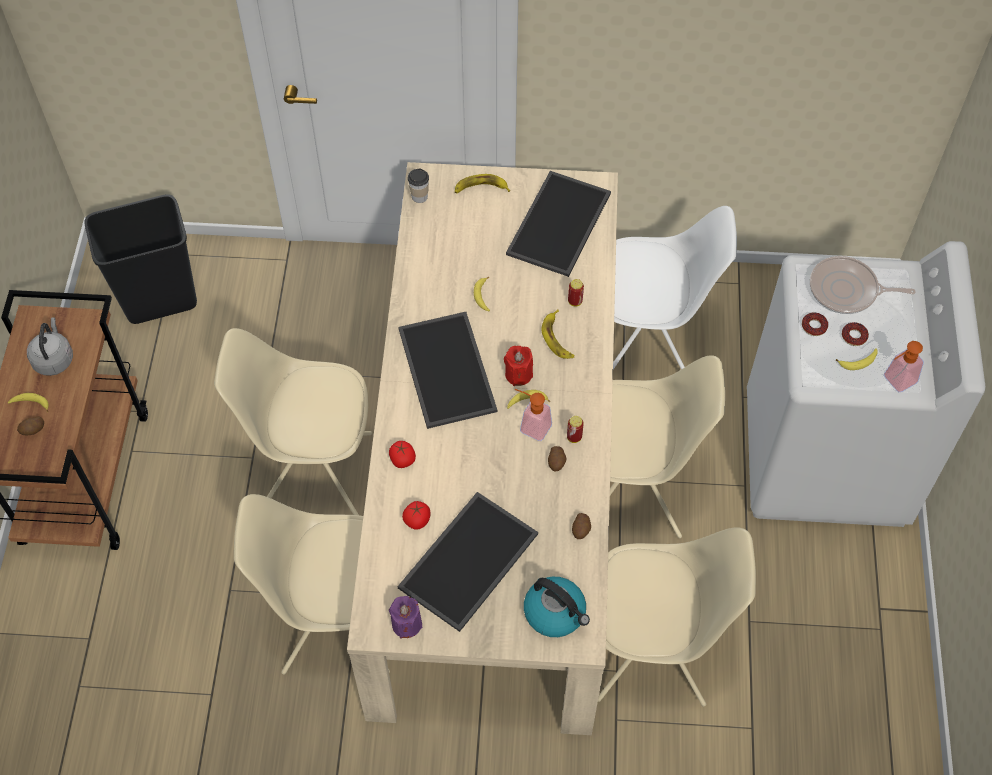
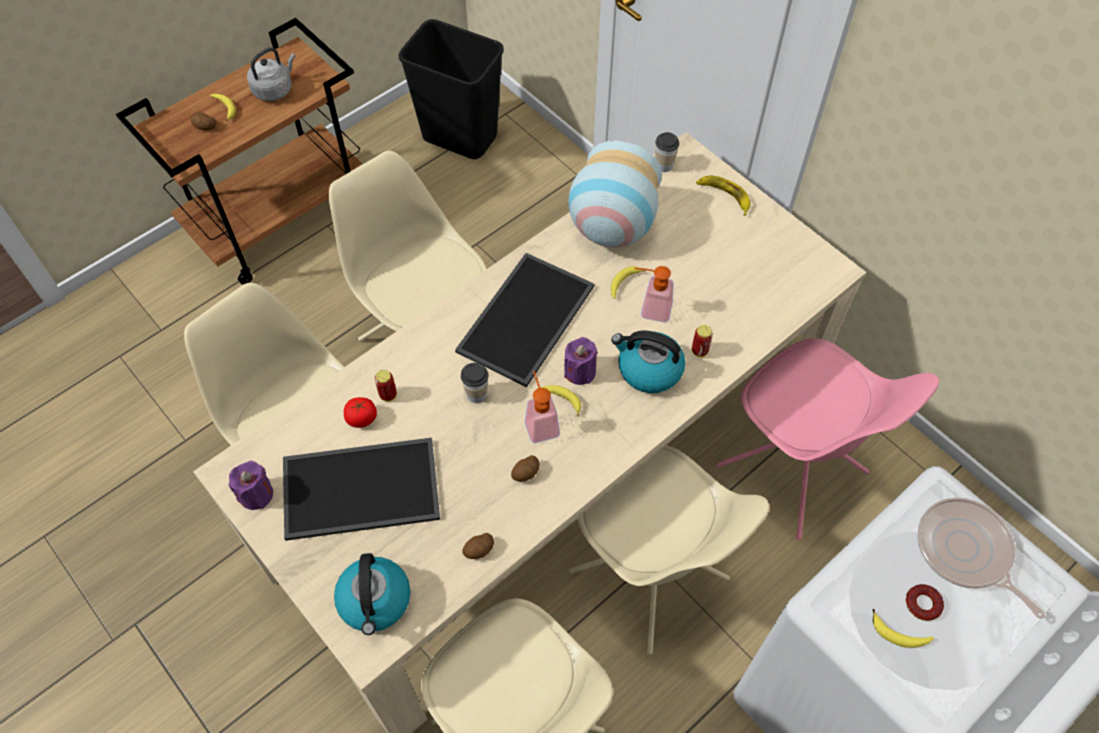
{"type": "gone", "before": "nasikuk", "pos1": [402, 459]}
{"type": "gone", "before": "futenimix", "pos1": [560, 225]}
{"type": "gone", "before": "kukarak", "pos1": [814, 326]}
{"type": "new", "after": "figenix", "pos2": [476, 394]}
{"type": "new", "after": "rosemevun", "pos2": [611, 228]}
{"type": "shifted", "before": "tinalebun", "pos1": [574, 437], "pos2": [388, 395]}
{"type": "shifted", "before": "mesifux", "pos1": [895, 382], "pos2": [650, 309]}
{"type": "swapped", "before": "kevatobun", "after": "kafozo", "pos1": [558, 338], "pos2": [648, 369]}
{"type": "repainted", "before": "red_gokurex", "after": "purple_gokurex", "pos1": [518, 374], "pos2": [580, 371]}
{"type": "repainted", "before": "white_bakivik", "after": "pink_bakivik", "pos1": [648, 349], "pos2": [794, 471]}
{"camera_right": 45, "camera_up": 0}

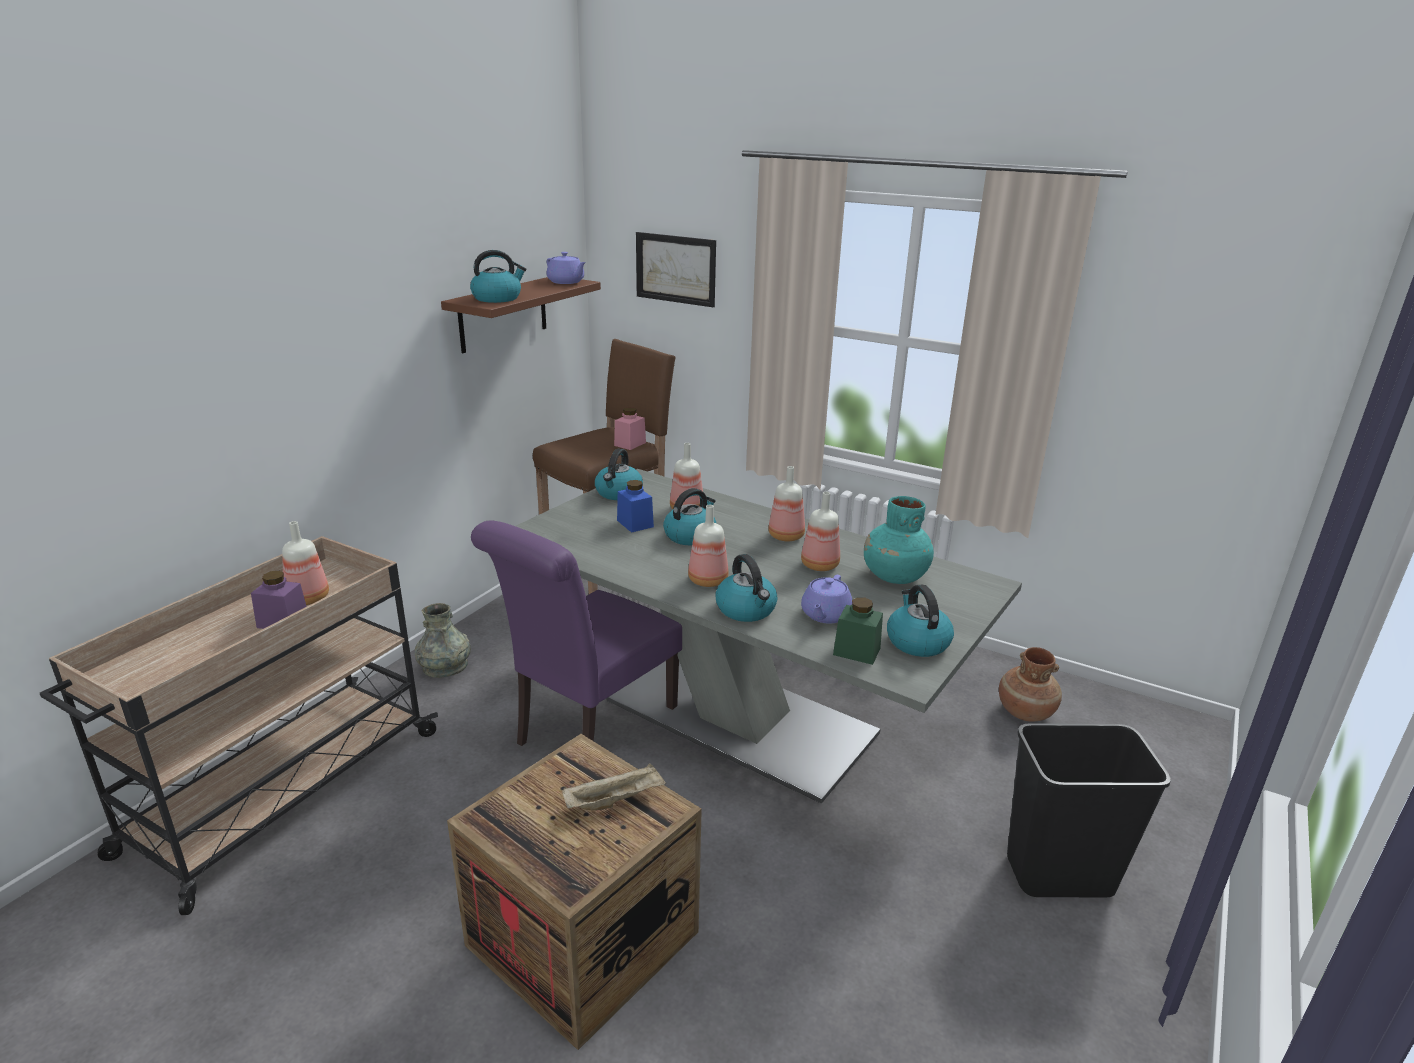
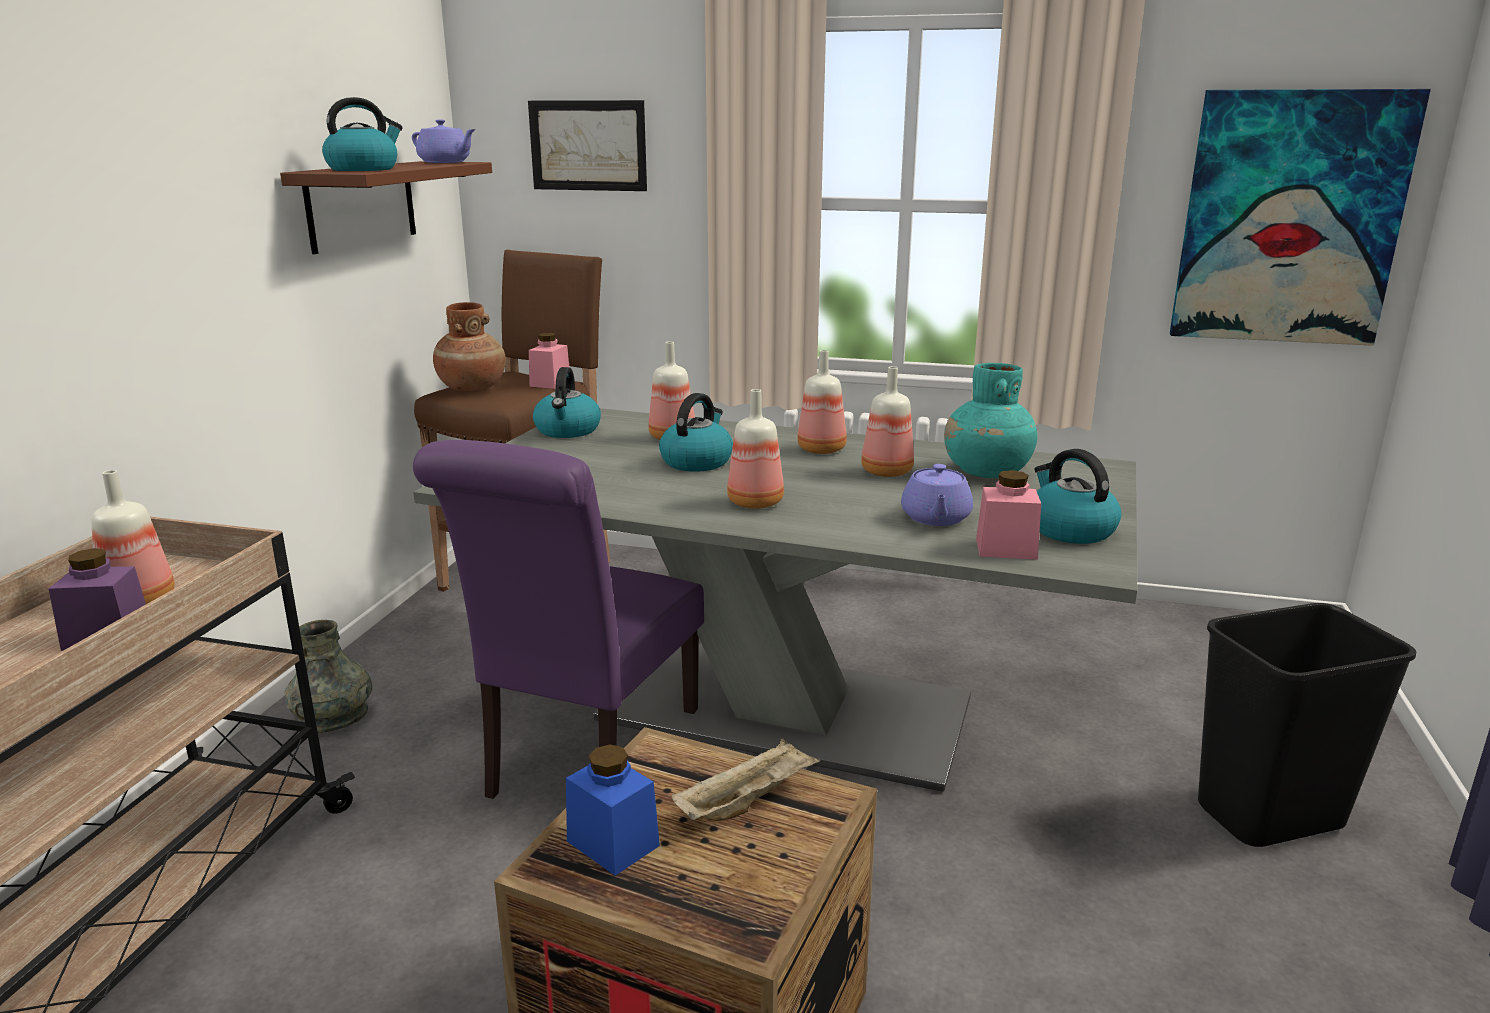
{"type": "gone", "before": "kafozo", "pos1": [746, 610]}
{"type": "new", "after": "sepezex", "pos2": [1289, 219]}
{"type": "shifted", "before": "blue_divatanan", "pos1": [635, 523], "pos2": [613, 843]}
{"type": "shifted", "before": "brown_rosemevun", "pos1": [1025, 712], "pos2": [472, 388]}
{"type": "repainted", "before": "green_divatanan", "after": "pink_divatanan", "pos1": [856, 651], "pos2": [1006, 549]}
{"camera_right": -15, "camera_up": -5}

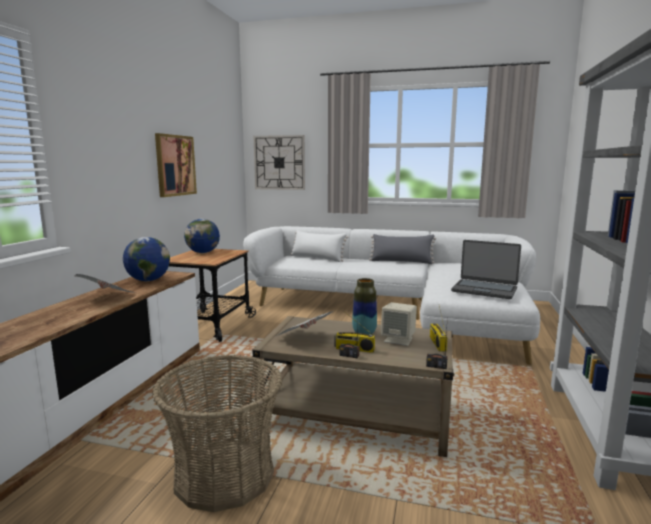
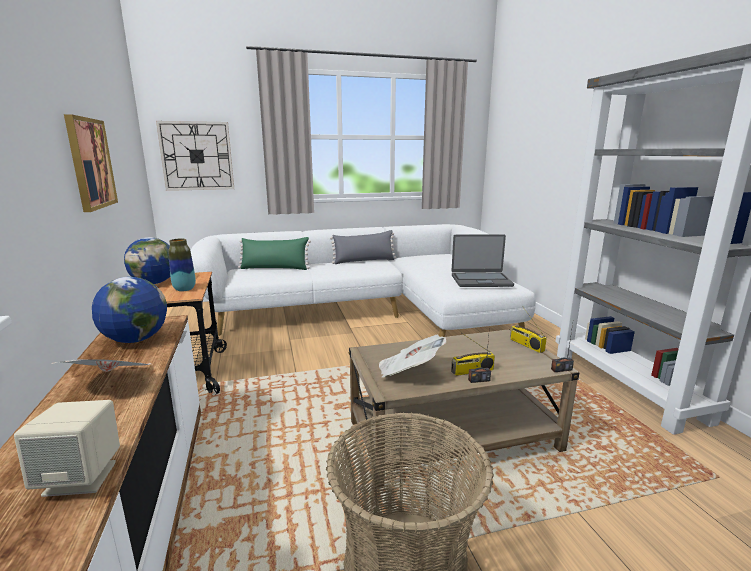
{"type": "shifted", "before": "rosemevun", "pos1": [364, 333], "pos2": [184, 289]}
{"type": "shifted", "before": "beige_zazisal", "pos1": [398, 340], "pos2": [82, 477]}
{"type": "repainted", "before": "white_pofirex", "after": "green_pofirex", "pos1": [317, 258], "pos2": [275, 268]}
{"camera_right": -30, "camera_up": 5}

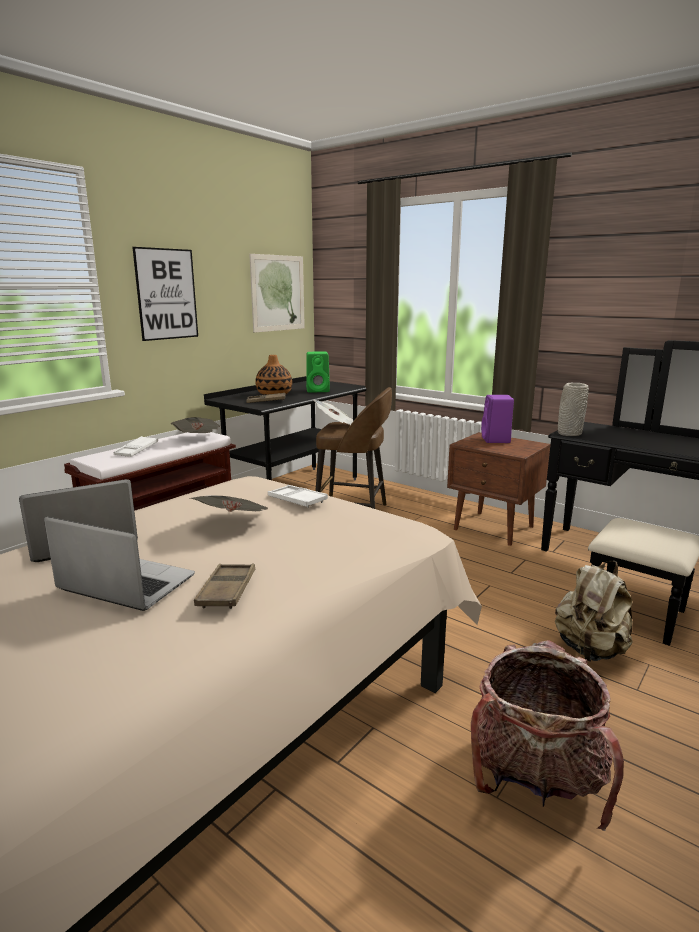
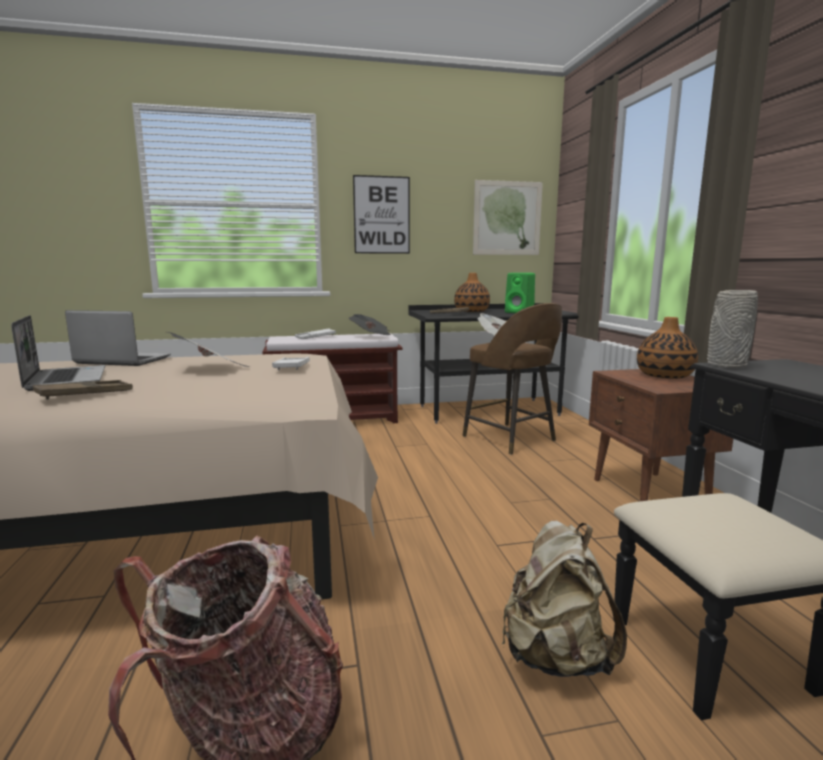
{"type": "swapped", "before": "purple_zazisal", "after": "rosemevun", "pos1": [496, 440], "pos2": [664, 376]}
{"camera_right": 40, "camera_up": -5}

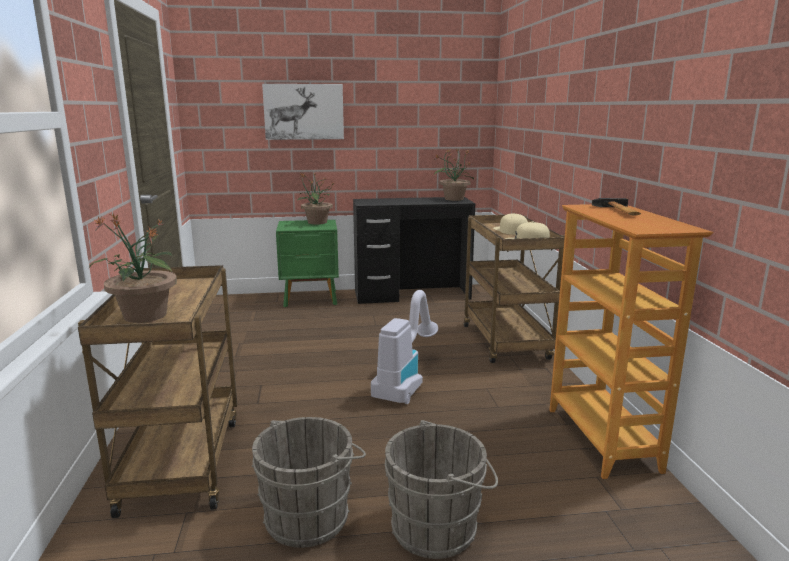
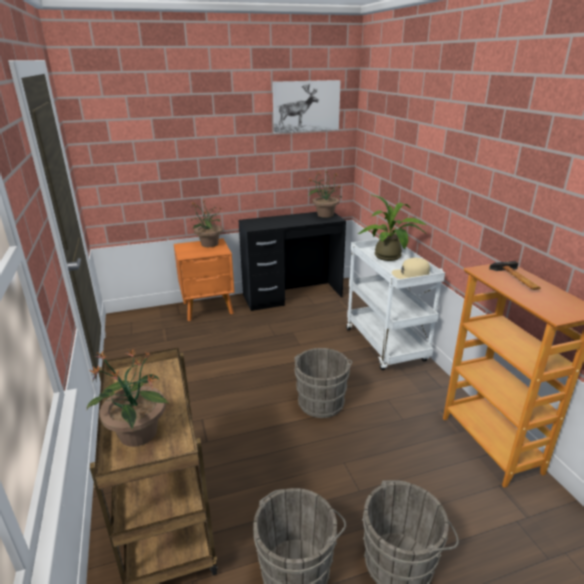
{"type": "shifted", "before": "sepezex", "pos1": [304, 112], "pos2": [306, 106]}
{"type": "swapped", "before": "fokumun", "after": "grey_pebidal", "pos1": [405, 382], "pos2": [321, 401]}
{"type": "swapped", "before": "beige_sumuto", "after": "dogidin", "pos1": [510, 230], "pos2": [390, 257]}
{"type": "repainted", "before": "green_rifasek", "after": "orange_rifasek", "pos1": [311, 299], "pos2": [208, 308]}
{"type": "repainted", "before": "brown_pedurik", "after": "white_pedurik", "pos1": [507, 343], "pos2": [386, 346]}
{"camera_right": -10, "camera_up": 10}

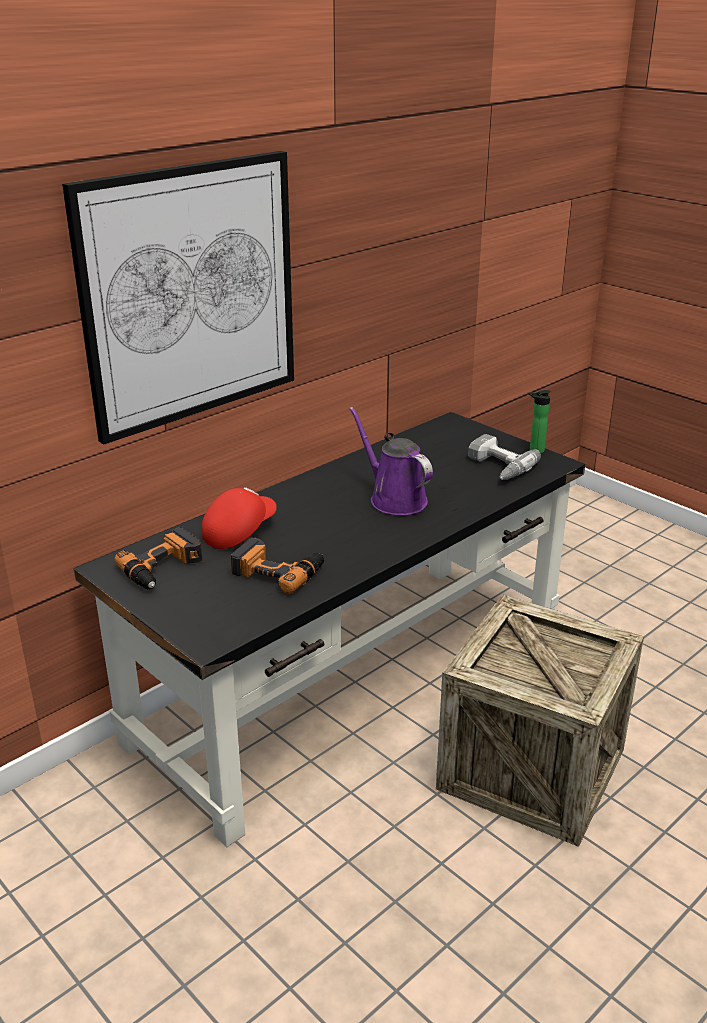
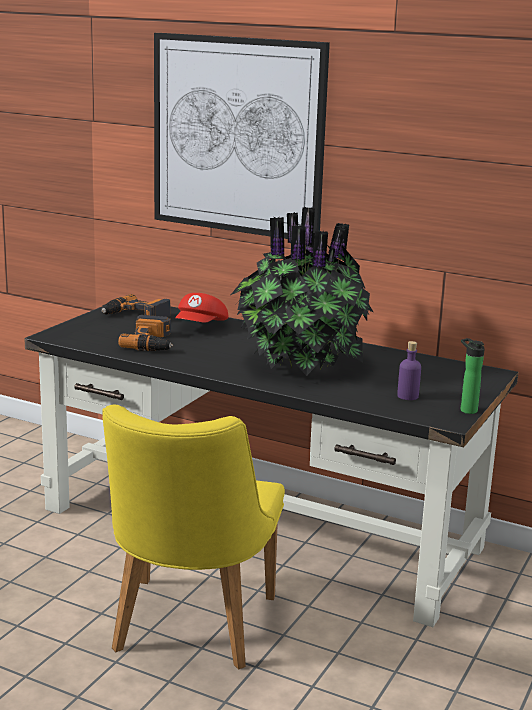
{"type": "swapped", "before": "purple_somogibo", "after": "dogidin", "pos1": [394, 499], "pos2": [299, 364]}
{"type": "swapped", "before": "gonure", "after": "yellow_bakivik", "pos1": [531, 769], "pos2": [188, 631]}
{"type": "swapped", "before": "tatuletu", "after": "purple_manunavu", "pos1": [496, 467], "pos2": [407, 396]}
{"type": "rotated", "before": "red_sumuto", "pos1": [239, 532], "pos2": [201, 326], "turn": 90}
{"camera_right": 70, "camera_up": -10}

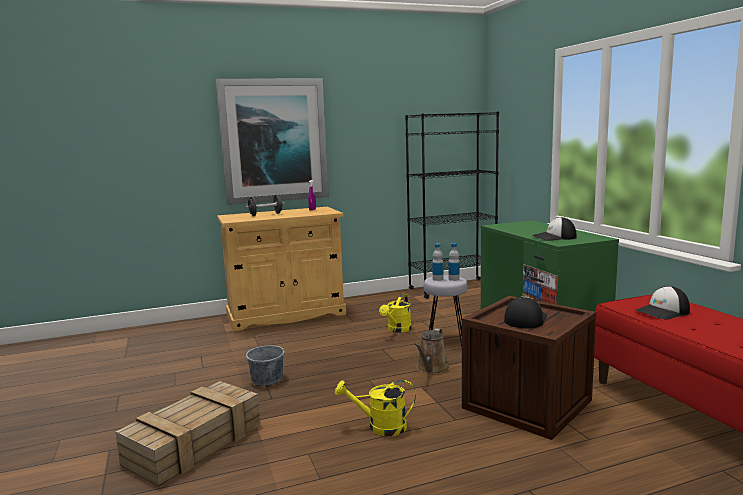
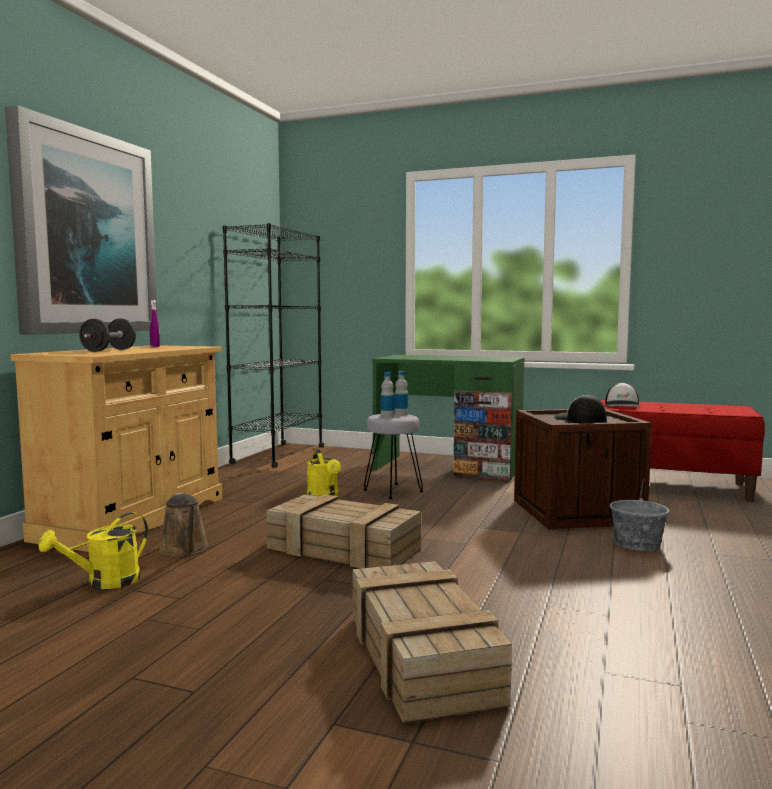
{"type": "gone", "before": "sumuto", "pos1": [554, 237]}
{"type": "new", "after": "gonure", "pos2": [341, 549]}
{"type": "shifted", "before": "grey_pebidal", "pos1": [267, 379], "pos2": [637, 544]}
{"type": "shifted", "before": "yellow_somogibo", "pos1": [380, 427], "pos2": [105, 583]}
{"type": "shifted", "before": "brown_somogibo", "pos1": [431, 369], "pos2": [185, 549]}
{"camera_right": -50, "camera_up": -5}

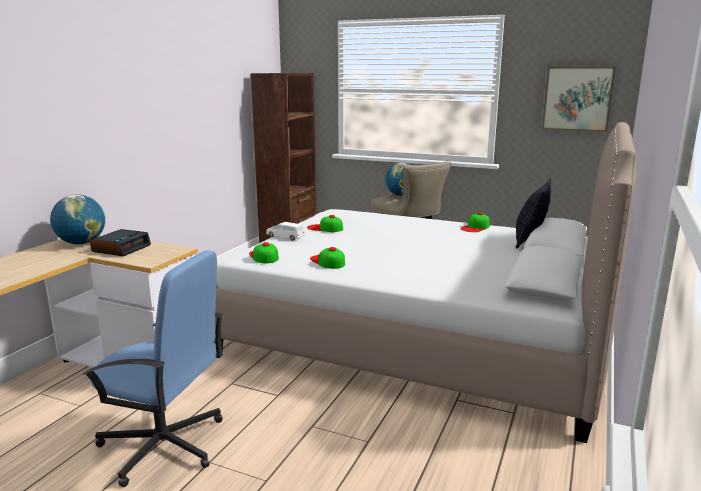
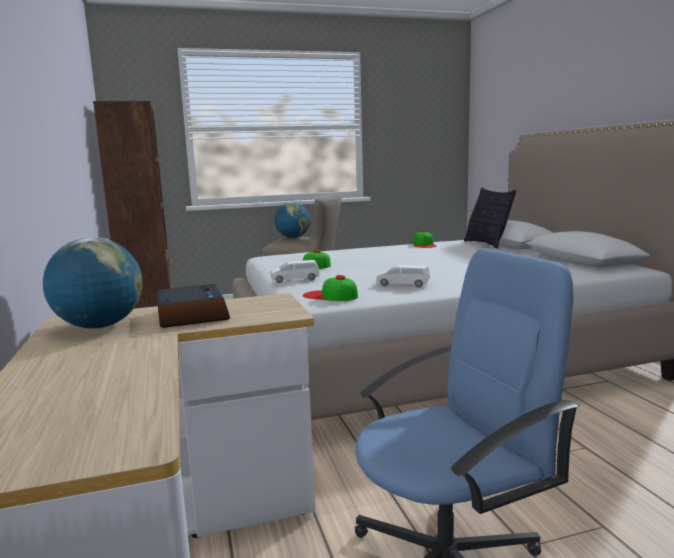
{"type": "gone", "before": "sepezex", "pos1": [577, 98]}
{"type": "swapped", "before": "sumuto", "after": "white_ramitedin", "pos1": [327, 261], "pos2": [403, 285]}
{"camera_right": -40, "camera_up": -5}

